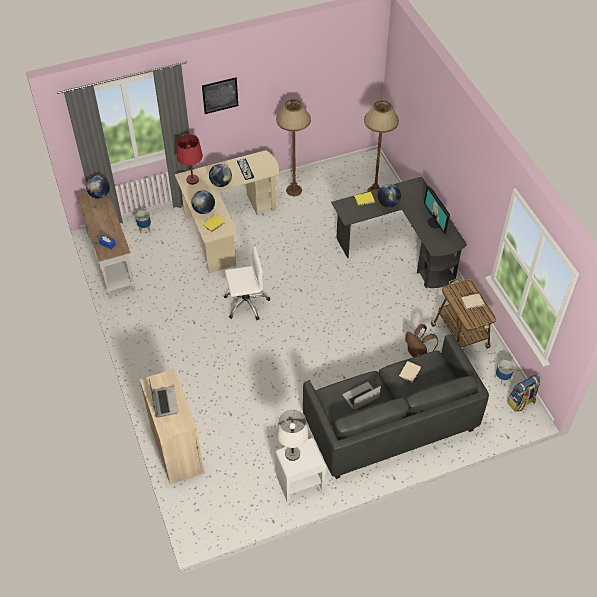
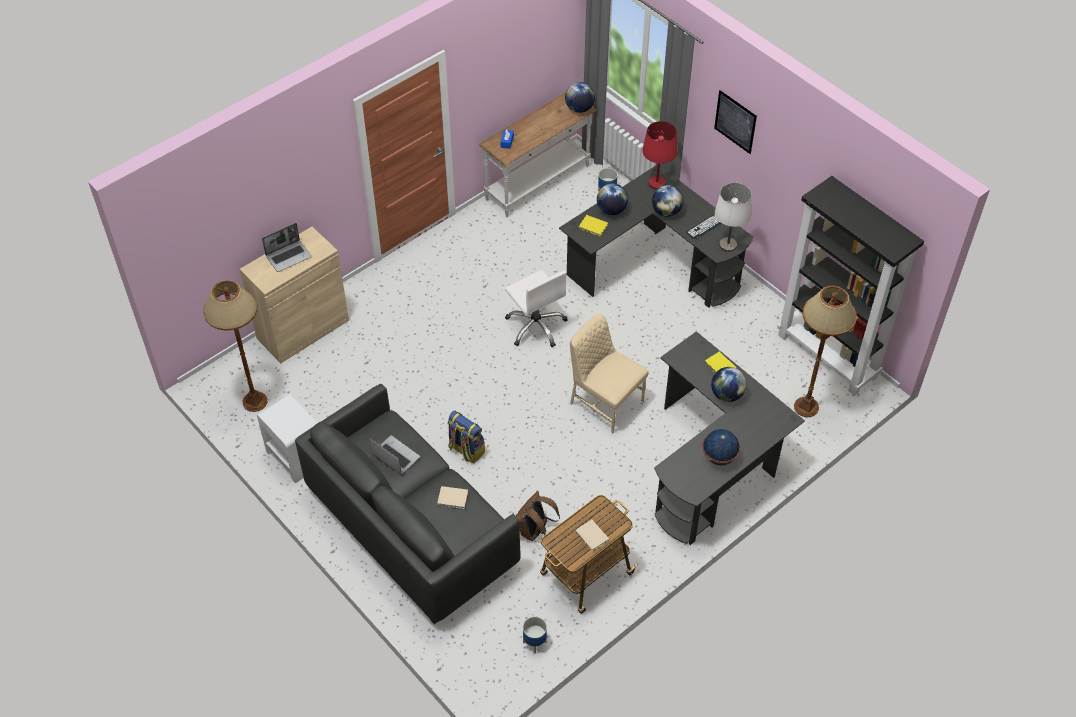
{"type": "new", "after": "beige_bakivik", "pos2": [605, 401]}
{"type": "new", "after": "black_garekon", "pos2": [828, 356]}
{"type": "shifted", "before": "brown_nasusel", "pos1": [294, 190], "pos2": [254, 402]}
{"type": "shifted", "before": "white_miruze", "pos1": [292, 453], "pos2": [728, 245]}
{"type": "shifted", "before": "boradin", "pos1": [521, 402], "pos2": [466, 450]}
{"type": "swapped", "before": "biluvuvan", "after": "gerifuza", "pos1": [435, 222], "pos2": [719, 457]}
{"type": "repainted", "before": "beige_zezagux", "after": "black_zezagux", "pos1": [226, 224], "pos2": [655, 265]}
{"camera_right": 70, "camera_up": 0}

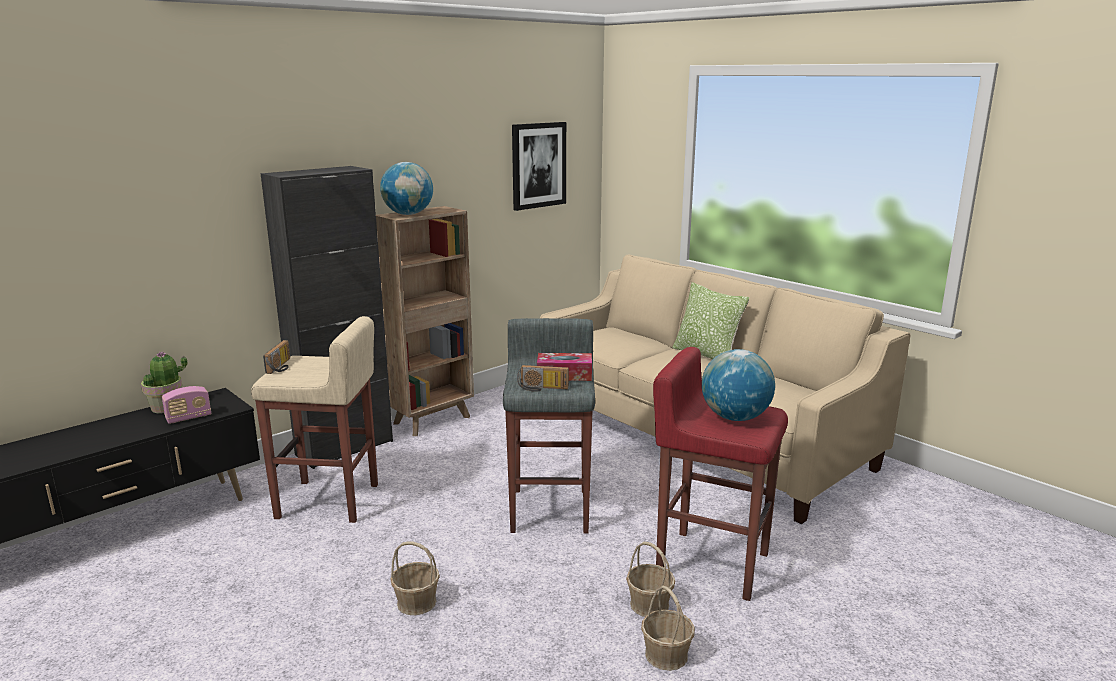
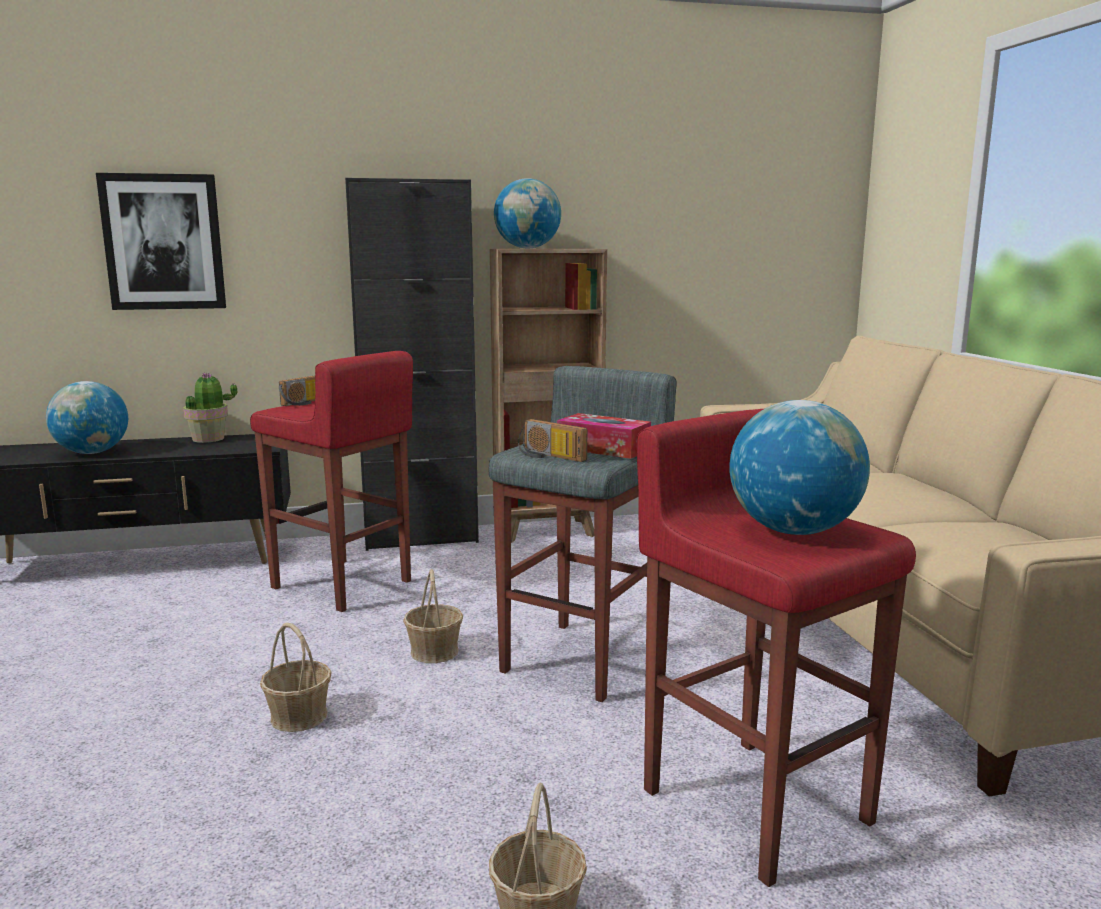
{"type": "gone", "before": "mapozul", "pos1": [189, 418]}
{"type": "gone", "before": "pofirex", "pos1": [706, 356]}
{"type": "new", "after": "gerifuza", "pos2": [92, 453]}
{"type": "shifted", "before": "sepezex", "pos1": [538, 165], "pos2": [164, 242]}
{"type": "shifted", "before": "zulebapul", "pos1": [649, 604], "pos2": [434, 651]}
{"type": "repainted", "before": "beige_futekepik", "after": "red_futekepik", "pos1": [329, 502], "pos2": [342, 585]}
{"camera_right": 30, "camera_up": -5}

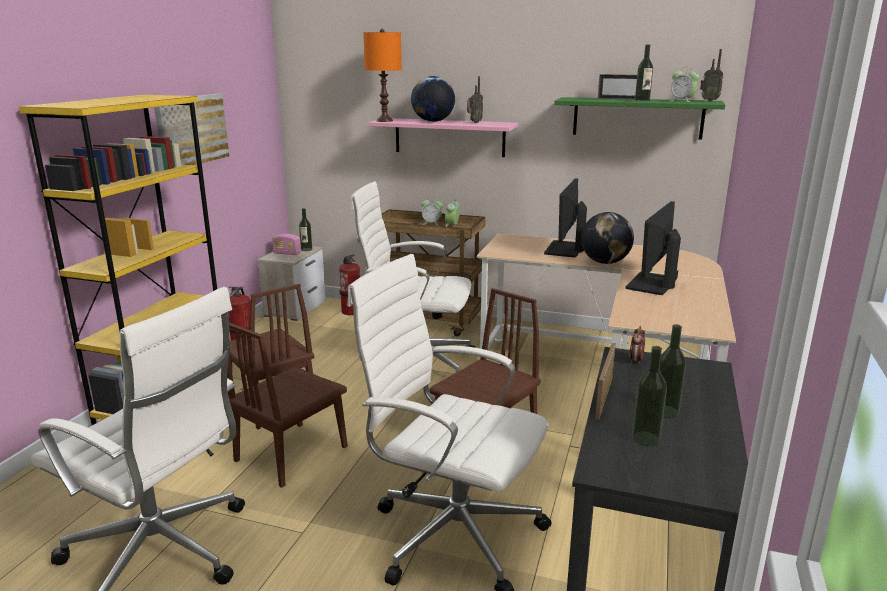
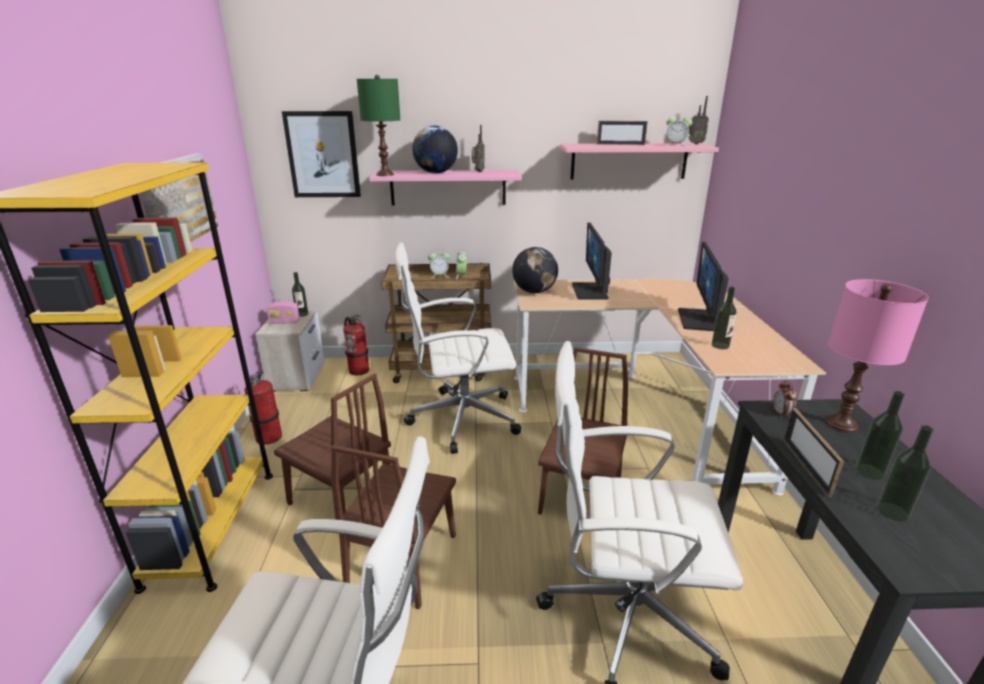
{"type": "new", "after": "sepezex", "pos2": [323, 155]}
{"type": "new", "after": "pink_miruze", "pos2": [842, 424]}
{"type": "shifted", "before": "gerifuza", "pos1": [605, 262], "pos2": [534, 292]}
{"type": "shifted", "before": "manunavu", "pos1": [642, 101], "pos2": [720, 345]}
{"type": "repainted", "before": "orange_miruze", "after": "green_miruze", "pos1": [384, 121], "pos2": [385, 174]}
{"type": "repainted", "before": "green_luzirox", "after": "pink_luzirox", "pos1": [637, 118], "pos2": [629, 161]}
{"camera_right": -20, "camera_up": 5}

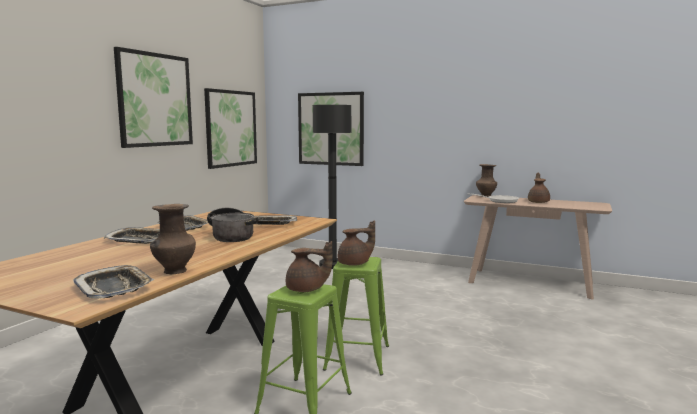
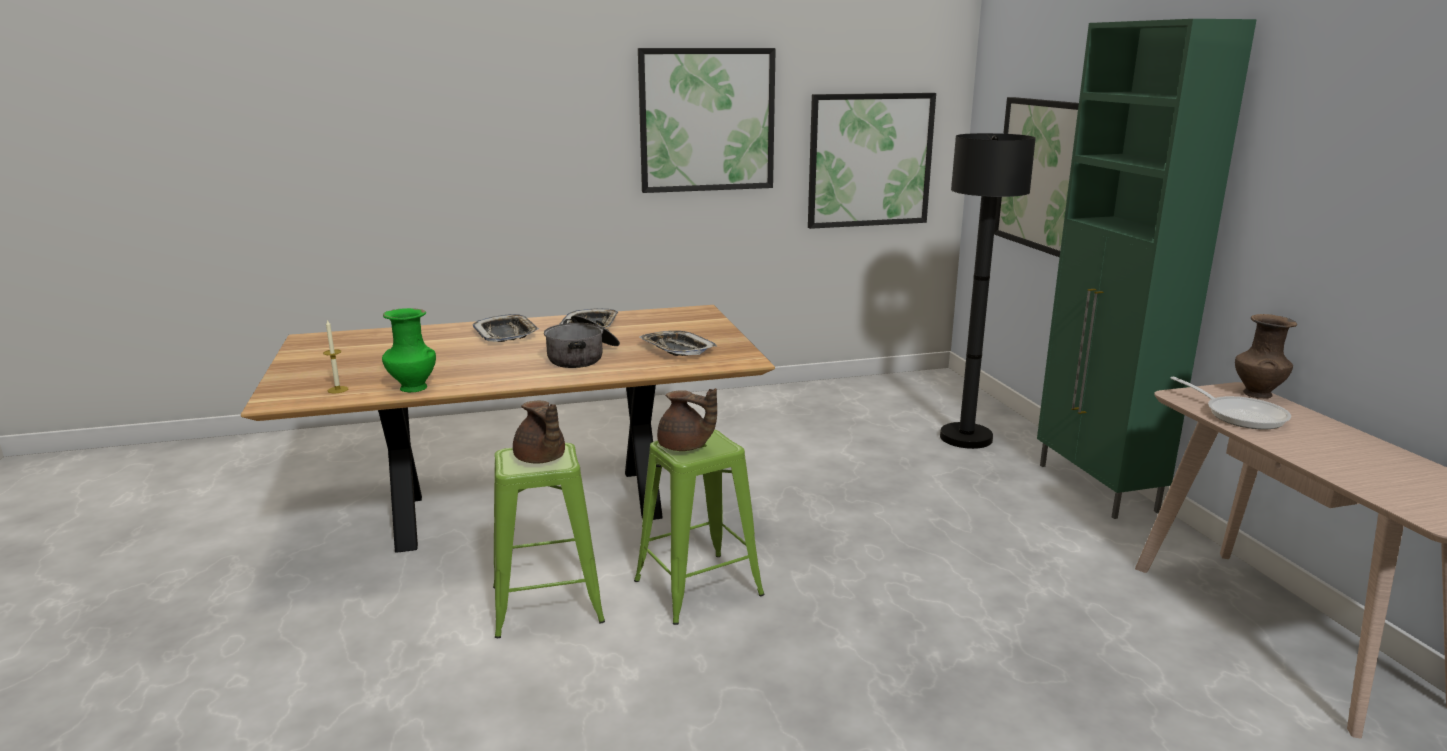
{"type": "gone", "before": "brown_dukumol", "pos1": [538, 202]}
{"type": "new", "after": "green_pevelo", "pos2": [1097, 488]}
{"type": "swapped", "before": "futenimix", "after": "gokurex", "pos1": [114, 288], "pos2": [338, 390]}
{"type": "repainted", "before": "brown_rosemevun", "after": "green_rosemevun", "pos1": [174, 271], "pos2": [412, 388]}
{"camera_right": 50, "camera_up": 10}

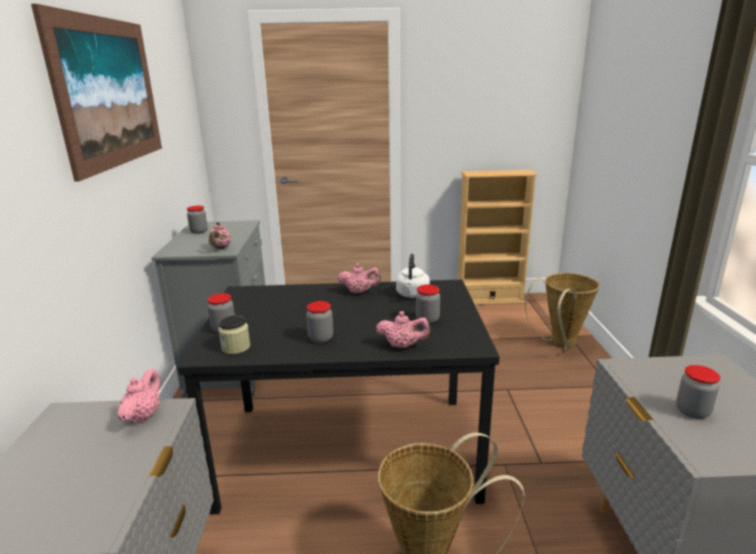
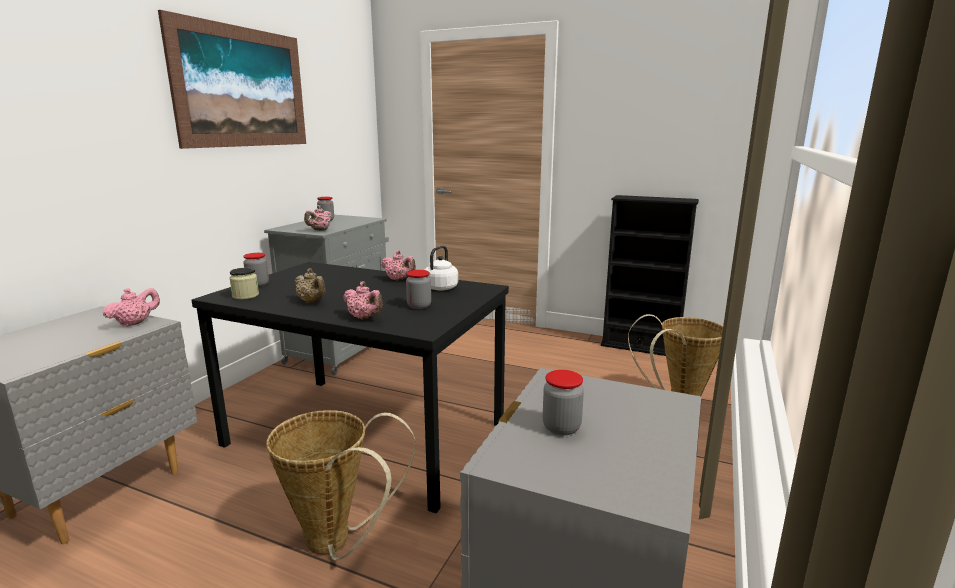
{"type": "swapped", "before": "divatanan", "after": "beige_dukumol", "pos1": [321, 338], "pos2": [312, 302]}
{"type": "repainted", "before": "beige_garekon", "after": "black_garekon", "pos1": [489, 299], "pos2": [640, 347]}
{"camera_right": 25, "camera_up": -5}

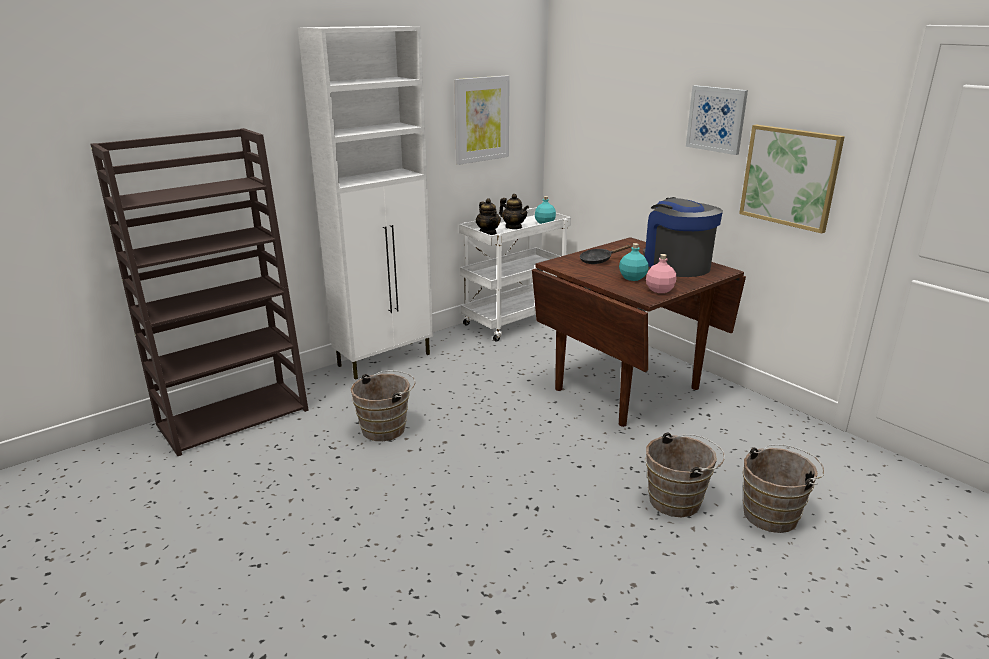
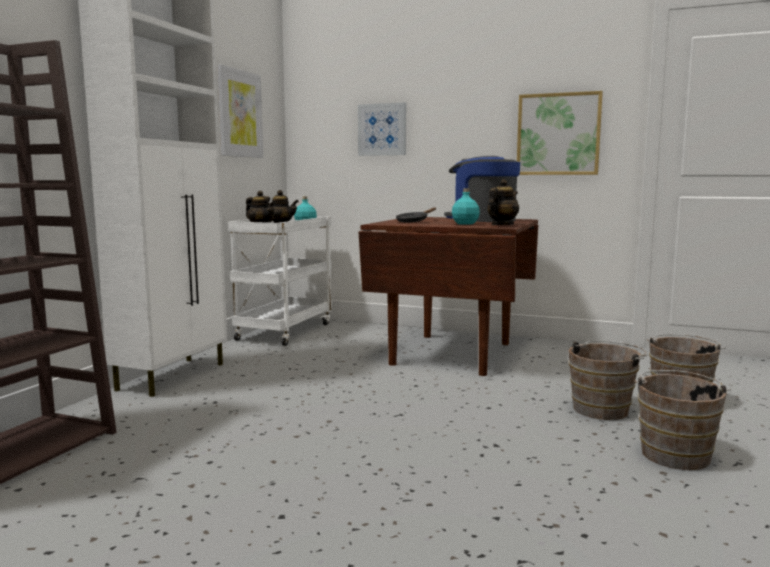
{"type": "shifted", "before": "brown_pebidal", "pos1": [387, 428], "pos2": [675, 453]}
{"type": "shifted", "before": "sepezex", "pos1": [716, 119], "pos2": [382, 129]}
{"type": "swapped", "before": "pink_manunavu", "after": "dukumol", "pos1": [659, 290], "pos2": [502, 225]}
{"camera_right": -30, "camera_up": -15}

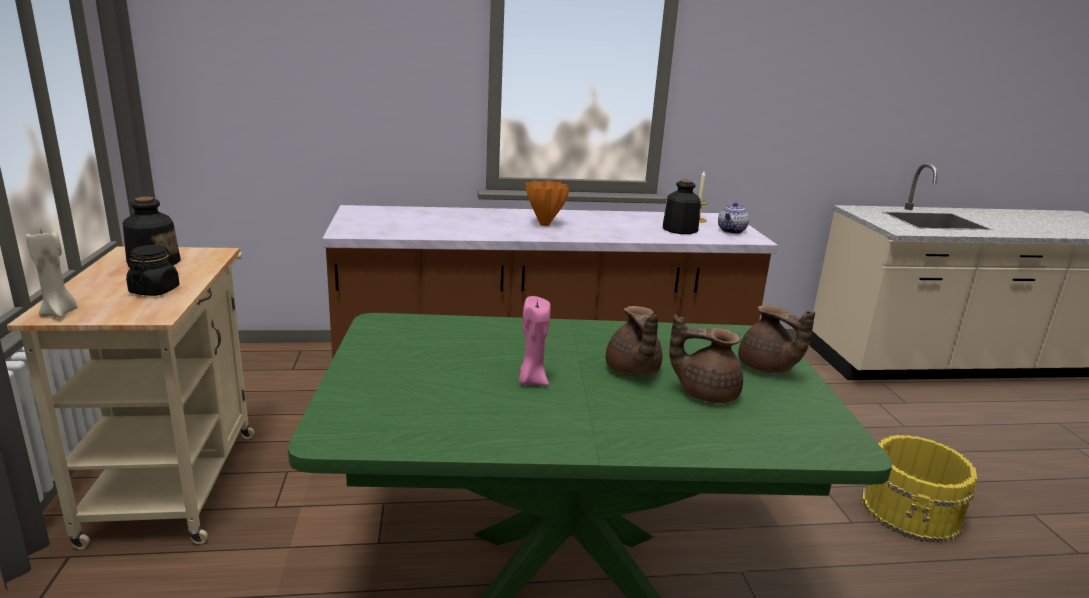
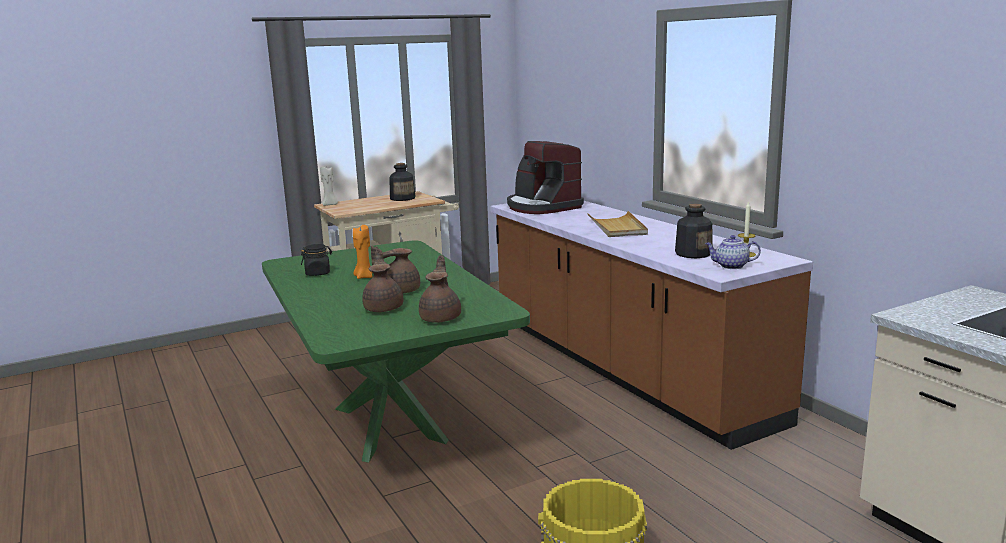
{"type": "new", "after": "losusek", "pos2": [542, 207]}
{"type": "shifted", "before": "black_divatanan", "pos1": [155, 290], "pos2": [318, 273]}
{"type": "swapped", "before": "orange_rosemevun", "after": "beige_futenimix", "pos1": [545, 224], "pos2": [617, 227]}
{"type": "repainted", "before": "pink_gokurex", "after": "orange_gokurex", "pos1": [532, 381], "pos2": [364, 277]}
{"type": "rotated", "before": "brown_dukumol", "pos1": [766, 368], "pos2": [441, 318], "turn": 150}
{"camera_right": 70, "camera_up": -5}

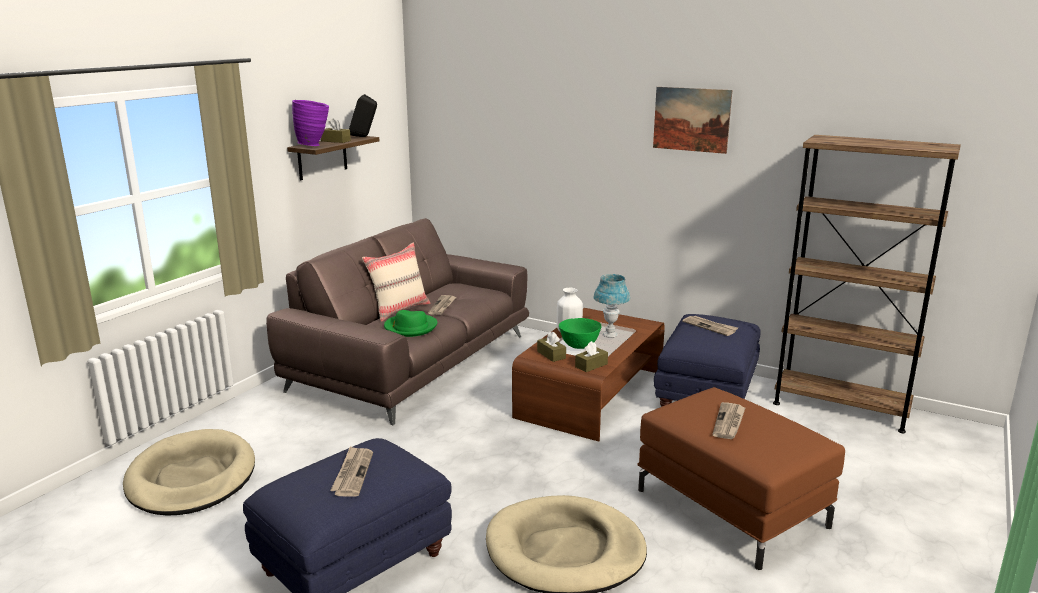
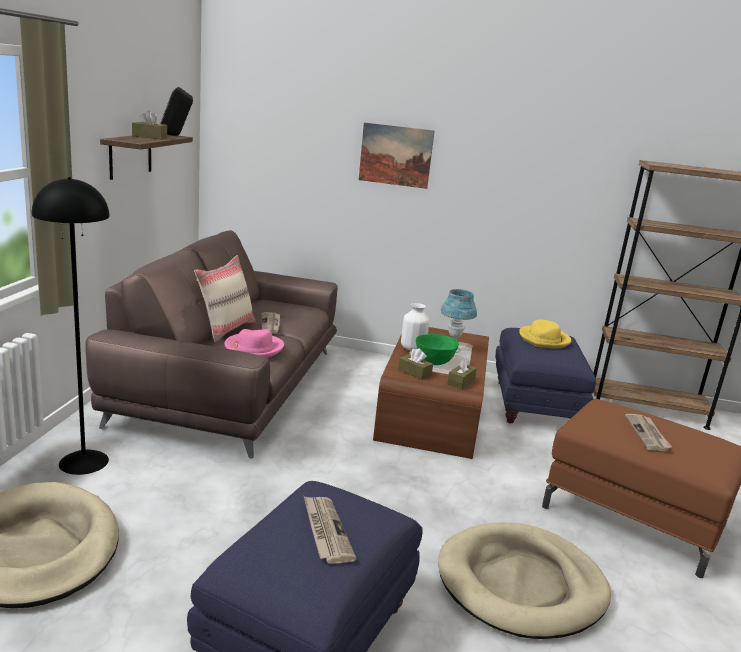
{"type": "gone", "before": "purple_rosemevun", "pos1": [314, 145]}
{"type": "new", "after": "black_nasusel", "pos2": [83, 461]}
{"type": "shifted", "before": "sepezex", "pos1": [691, 119], "pos2": [395, 155]}
{"type": "swapped", "before": "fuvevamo", "after": "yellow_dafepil", "pos1": [710, 327], "pos2": [544, 340]}
{"type": "repainted", "before": "green_dafepil", "after": "pink_dafepil", "pos1": [410, 327], "pos2": [253, 348]}
{"camera_right": -20, "camera_up": 0}

